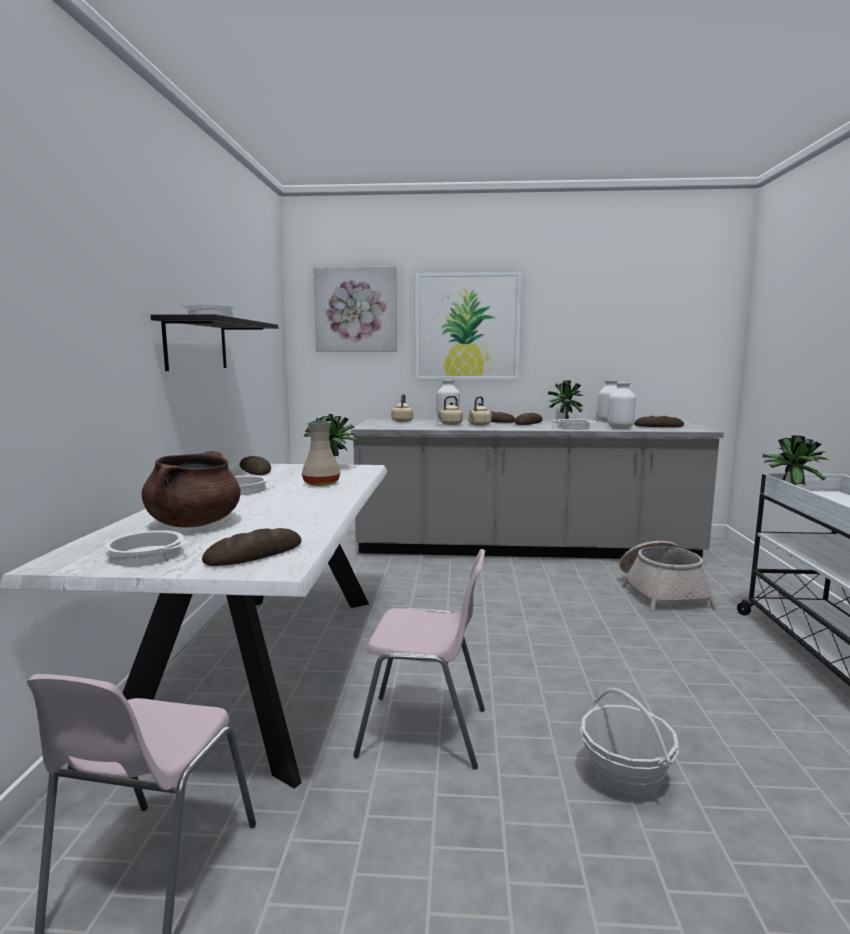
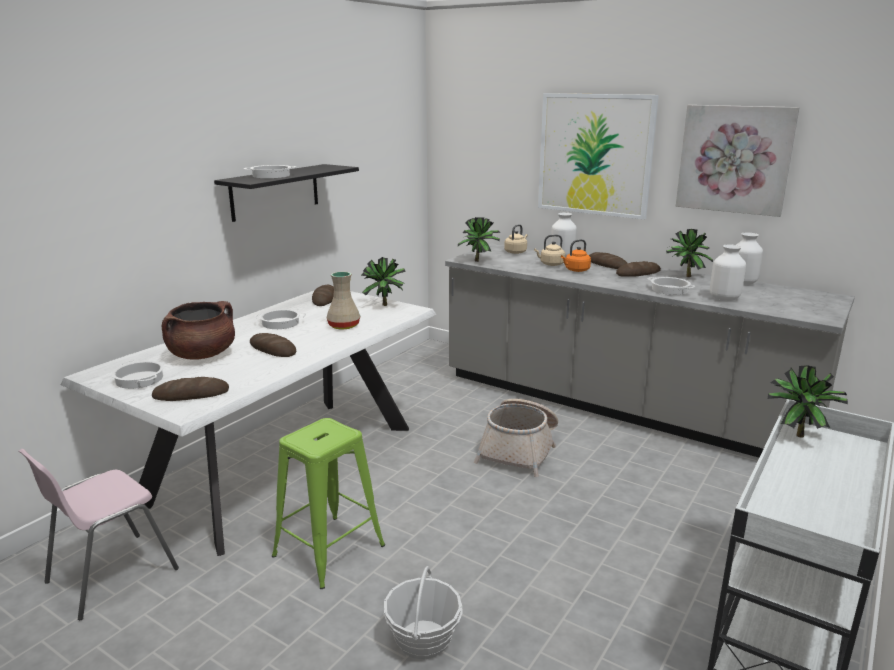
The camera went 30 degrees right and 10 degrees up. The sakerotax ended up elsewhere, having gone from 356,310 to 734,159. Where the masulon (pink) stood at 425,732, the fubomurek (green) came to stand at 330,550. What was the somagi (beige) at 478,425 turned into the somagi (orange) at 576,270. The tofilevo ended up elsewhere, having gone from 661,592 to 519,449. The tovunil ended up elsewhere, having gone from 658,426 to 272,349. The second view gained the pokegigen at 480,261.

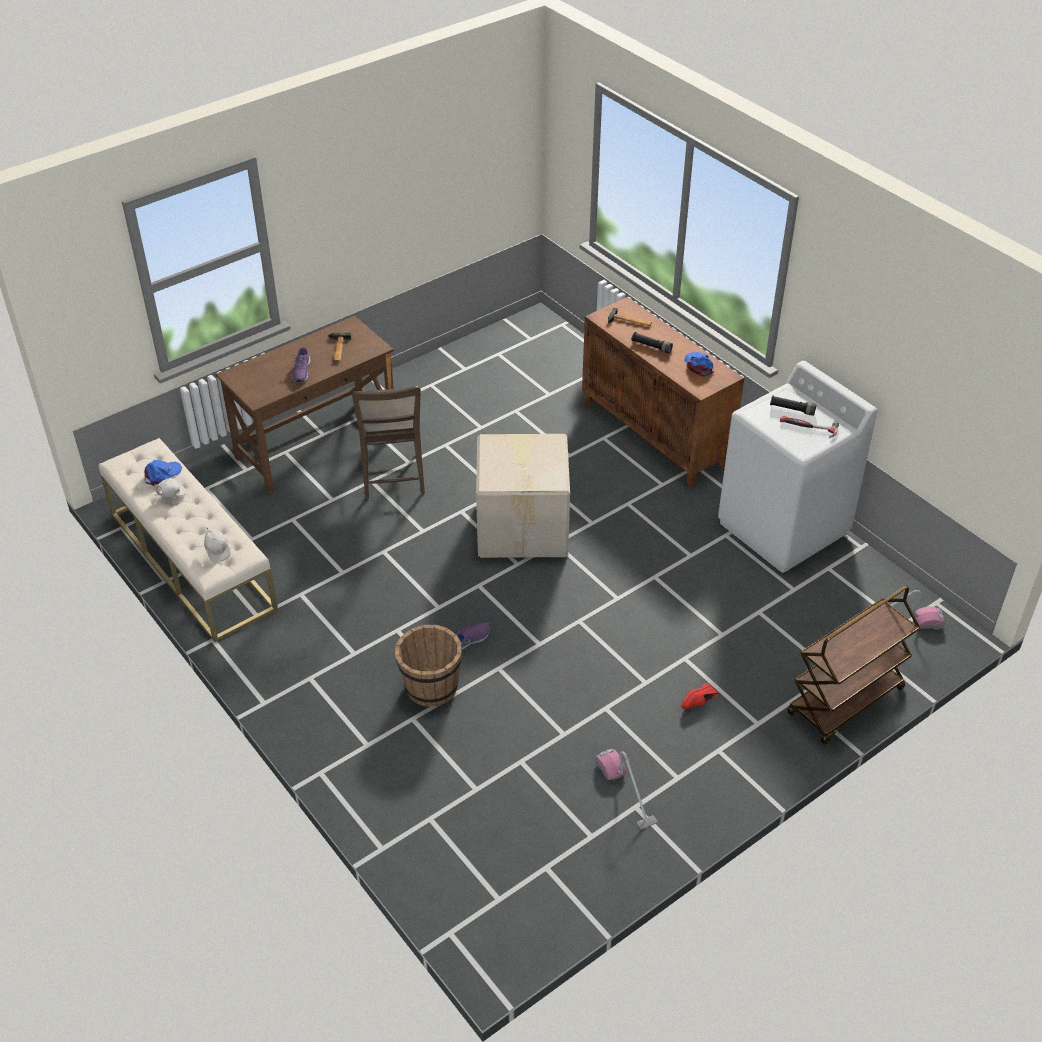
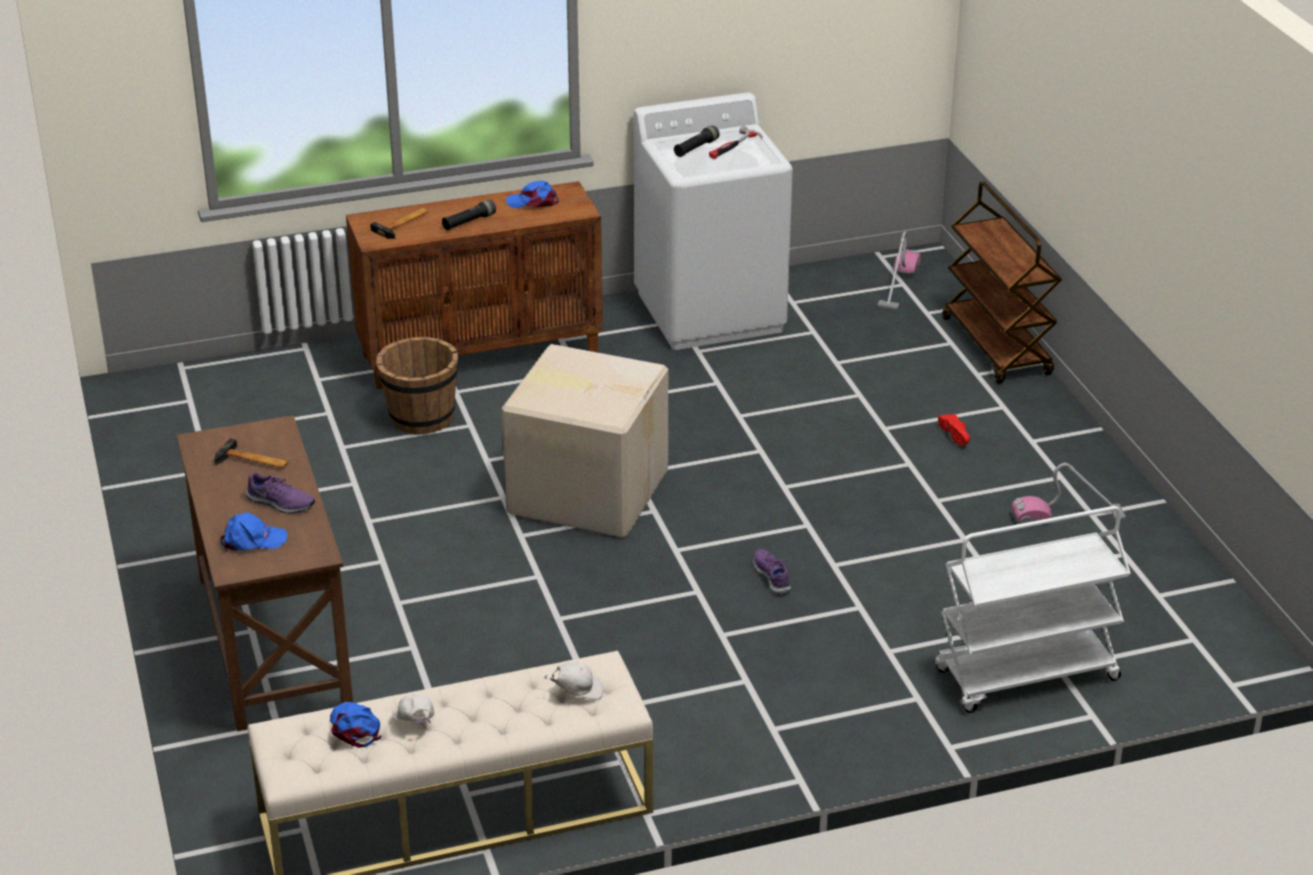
The camera went 70 degrees left and 10 degrees down. The second view lost the masulon (brown) at 393,478. The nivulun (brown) ended up elsewhere, having gone from 431,687 to 421,418. The second view gained the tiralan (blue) at 252,540. The second view gained the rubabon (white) at 1025,676.

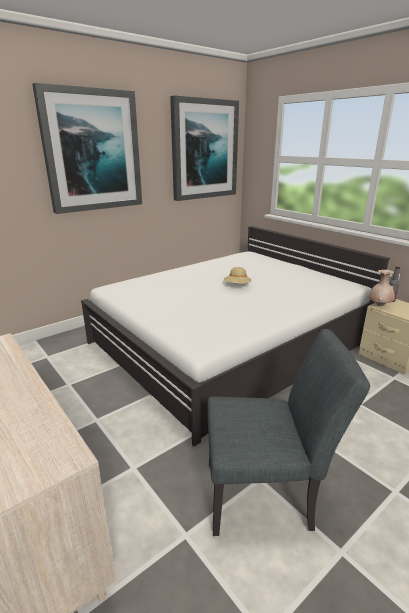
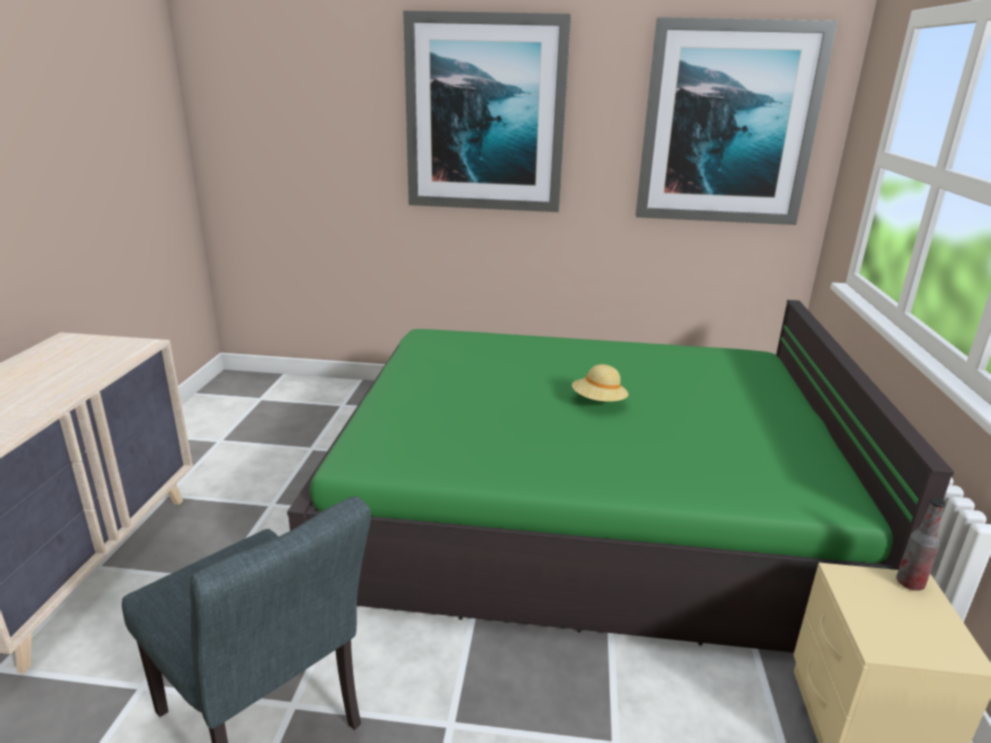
The camera went 45 degrees right and 0 degrees up. What was the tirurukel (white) at 231,342 turned into the tirurukel (green) at 582,506. The second view lost the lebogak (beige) at 379,305.

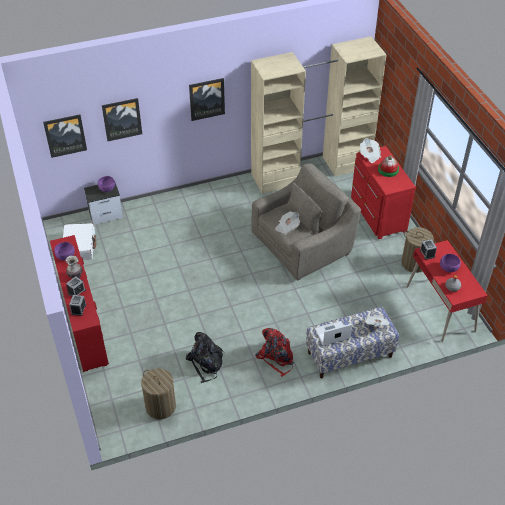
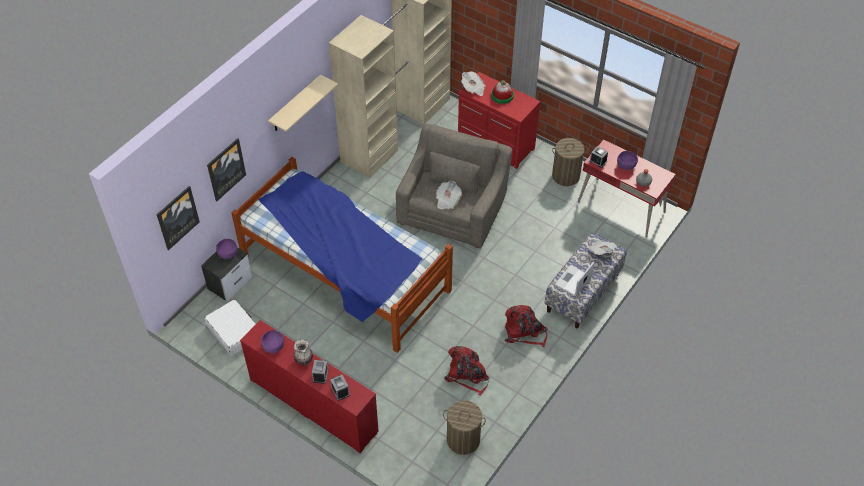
The camera went 35 degrees left and 5 degrees up. What was the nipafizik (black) at 206,363 turned into the nipafizik (red) at 467,375. Where the sakerotax hung at 206,99, the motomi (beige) came to hang at 295,104. The second view gained the tirurukel at 344,274.

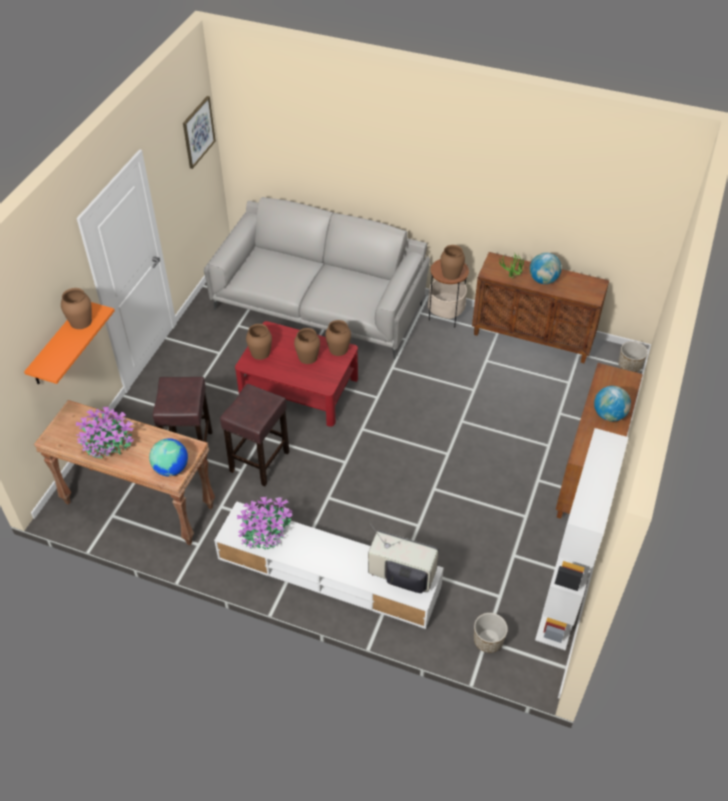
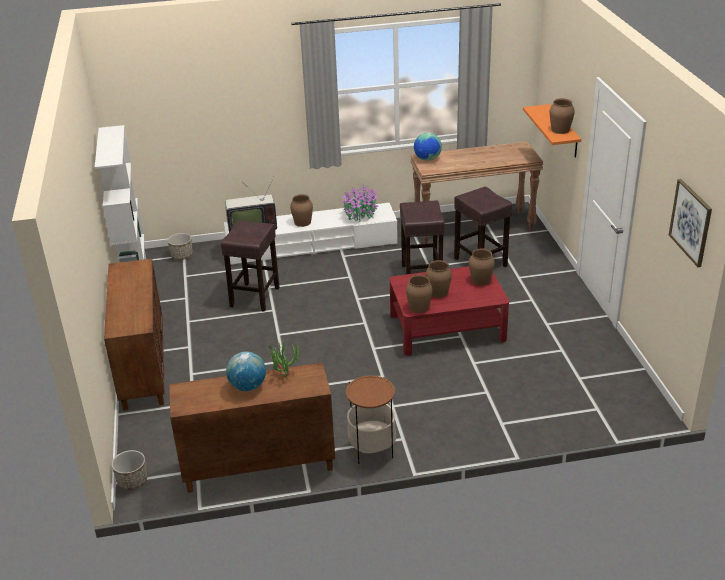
The camera went 150 degrees right and 15 degrees down. The second view lost the pokegigen at 108,444. The second view lost the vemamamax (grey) at 320,304. The lebogak (brown) ended up elsewhere, having gone from 451,274 to 302,222. The second view lost the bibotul at 609,415. The second view gained the fubomurek (brown) at 255,296.

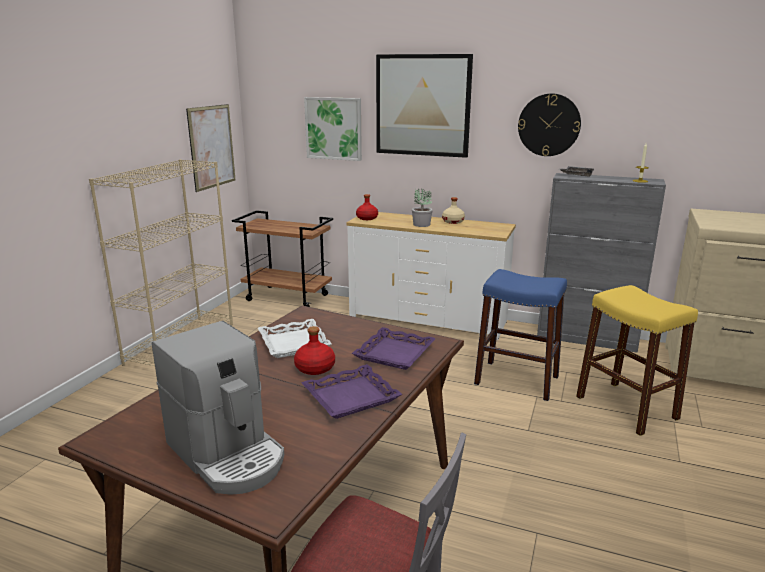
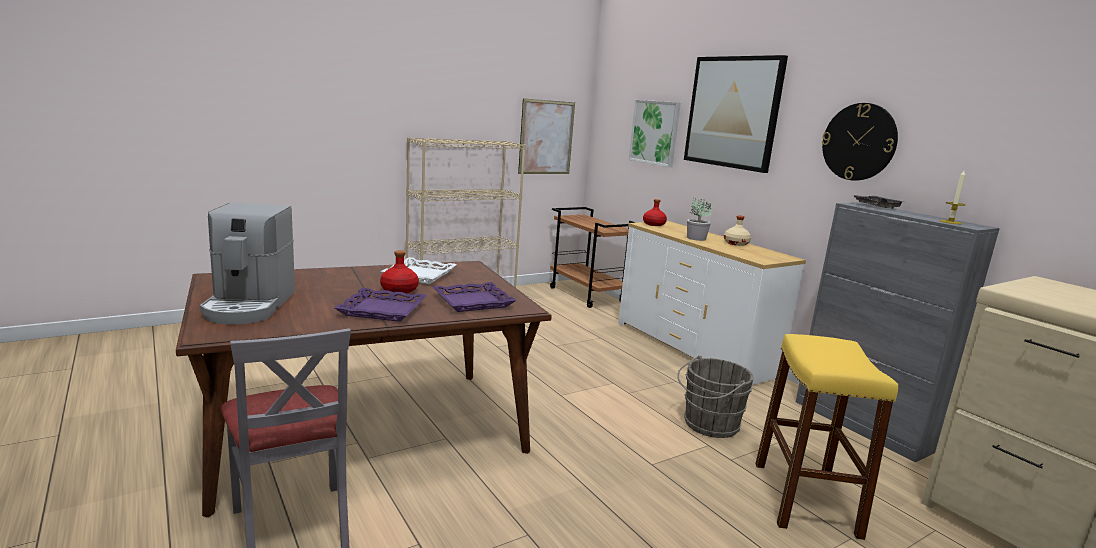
The camera went 35 degrees right and 5 degrees down. Where the fubomurek (blue) stood at 517,380, the nivulun (grey) came to stand at 708,425.

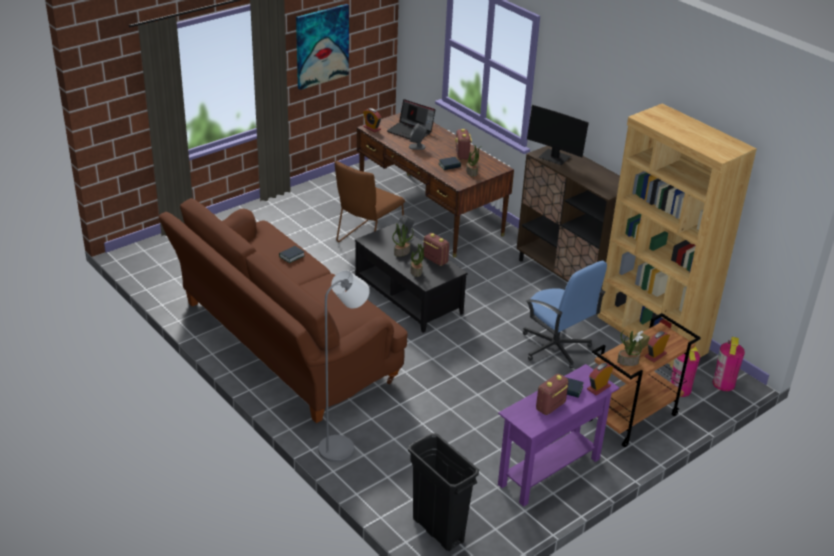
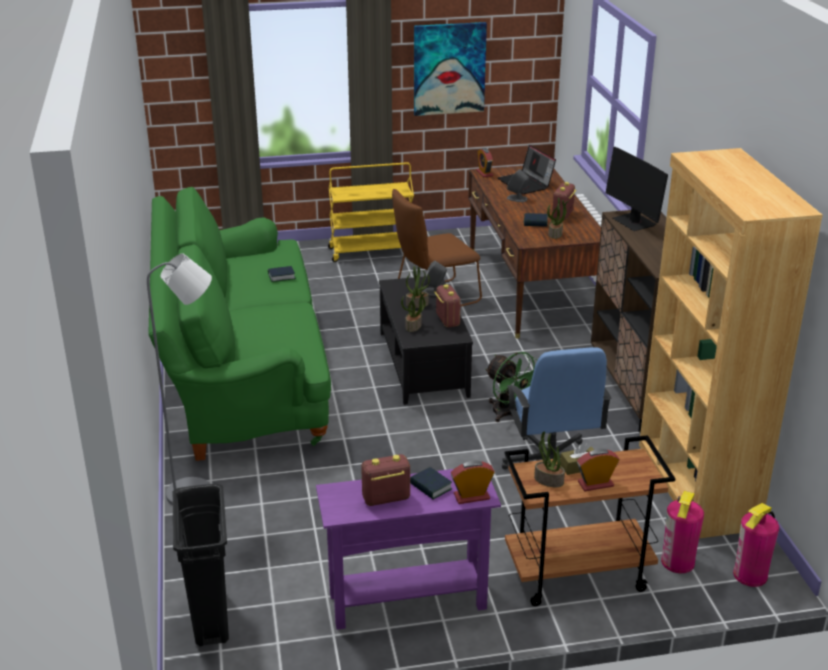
The camera went 30 degrees right and 5 degrees down. What was the vemamamax (brown) at 283,344 turned into the vemamamax (green) at 242,374. The second view gained the rubabon (yellow) at 371,251. The second view gained the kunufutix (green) at 508,414.

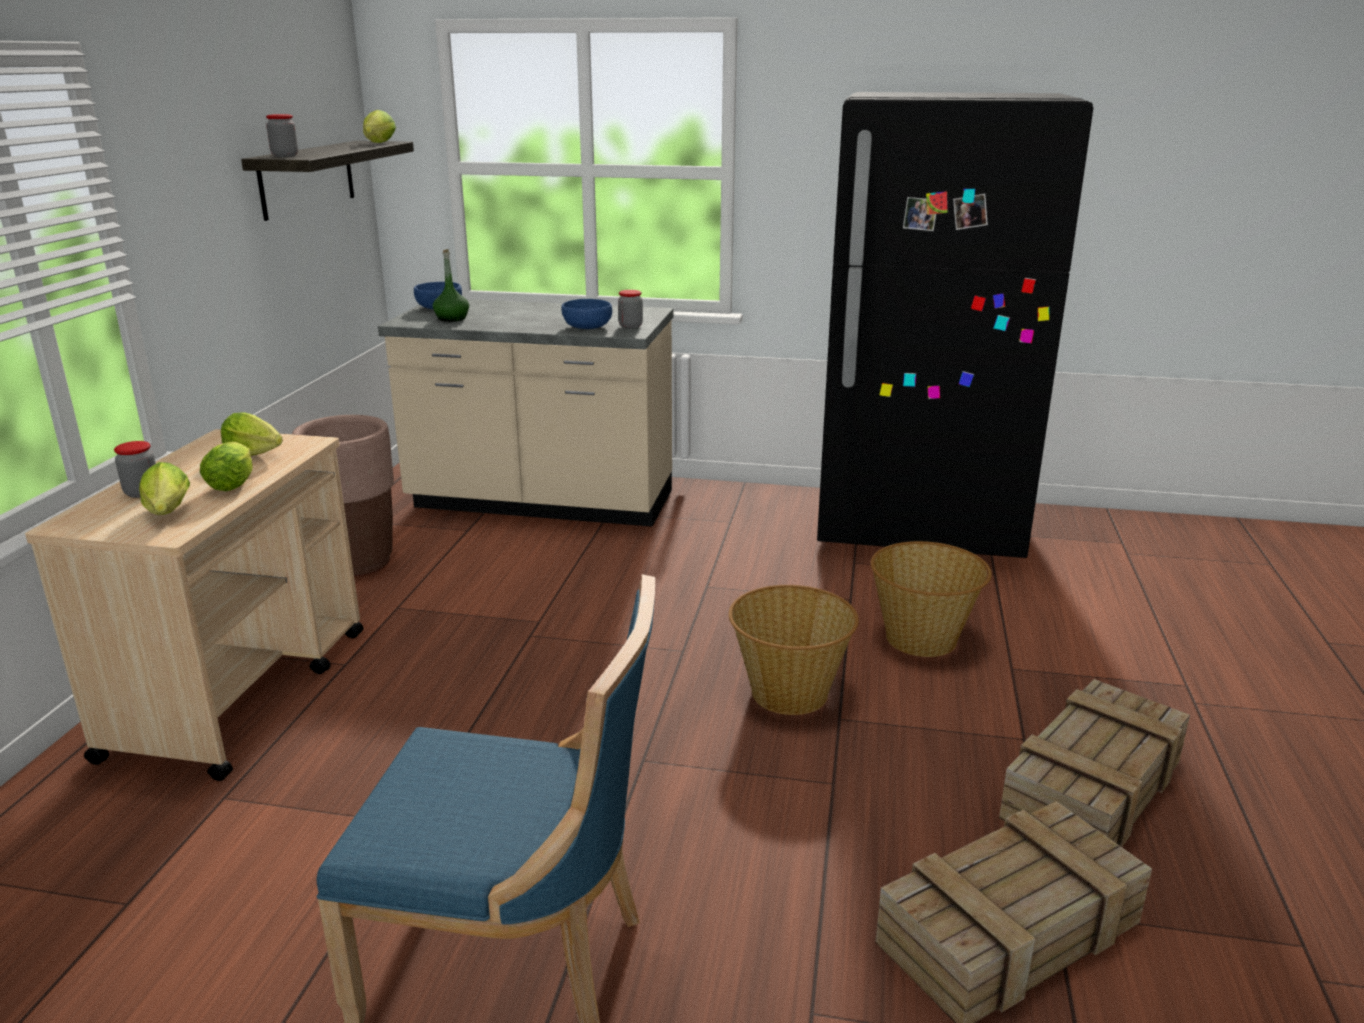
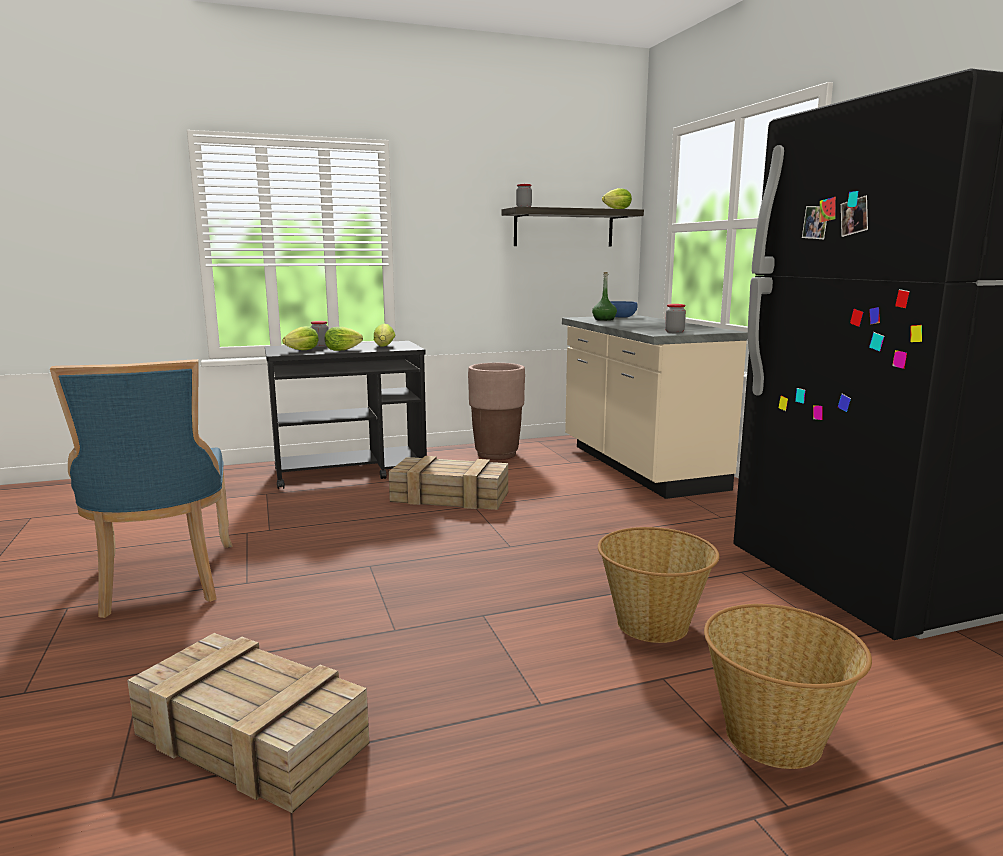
The camera went 60 degrees right and 10 degrees down. What was the rubabon (beige) at 241,691 turned into the rubabon (black) at 351,471. The second view lost the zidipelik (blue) at 586,327. The tofilevo ended up elsewhere, having gone from 789,692 to 774,736. The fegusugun ended up elsewhere, having gone from 1092,787 to 452,496.

